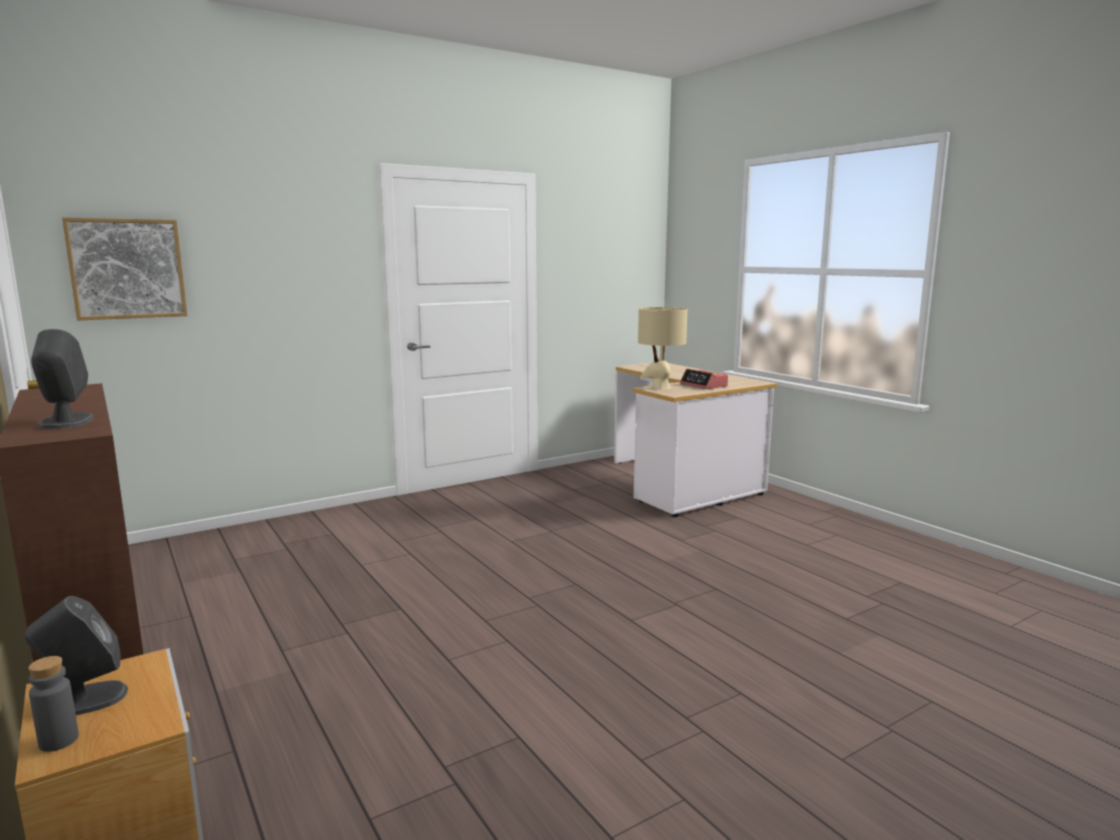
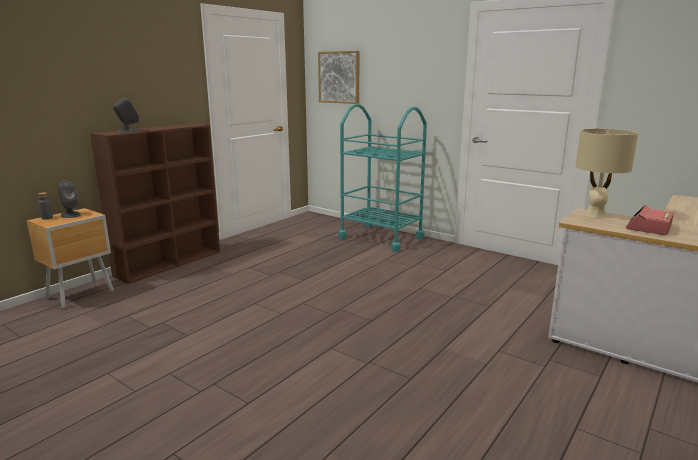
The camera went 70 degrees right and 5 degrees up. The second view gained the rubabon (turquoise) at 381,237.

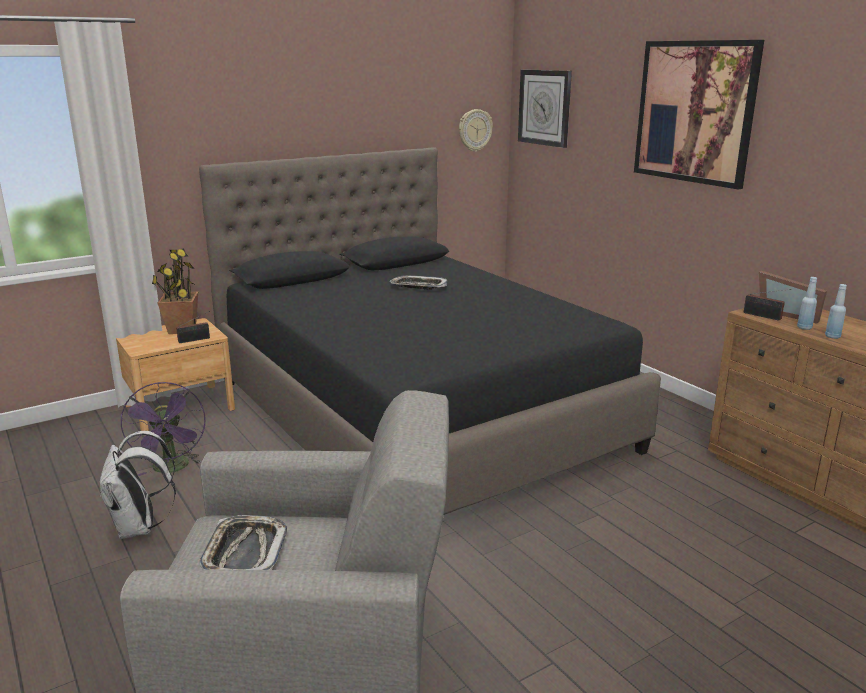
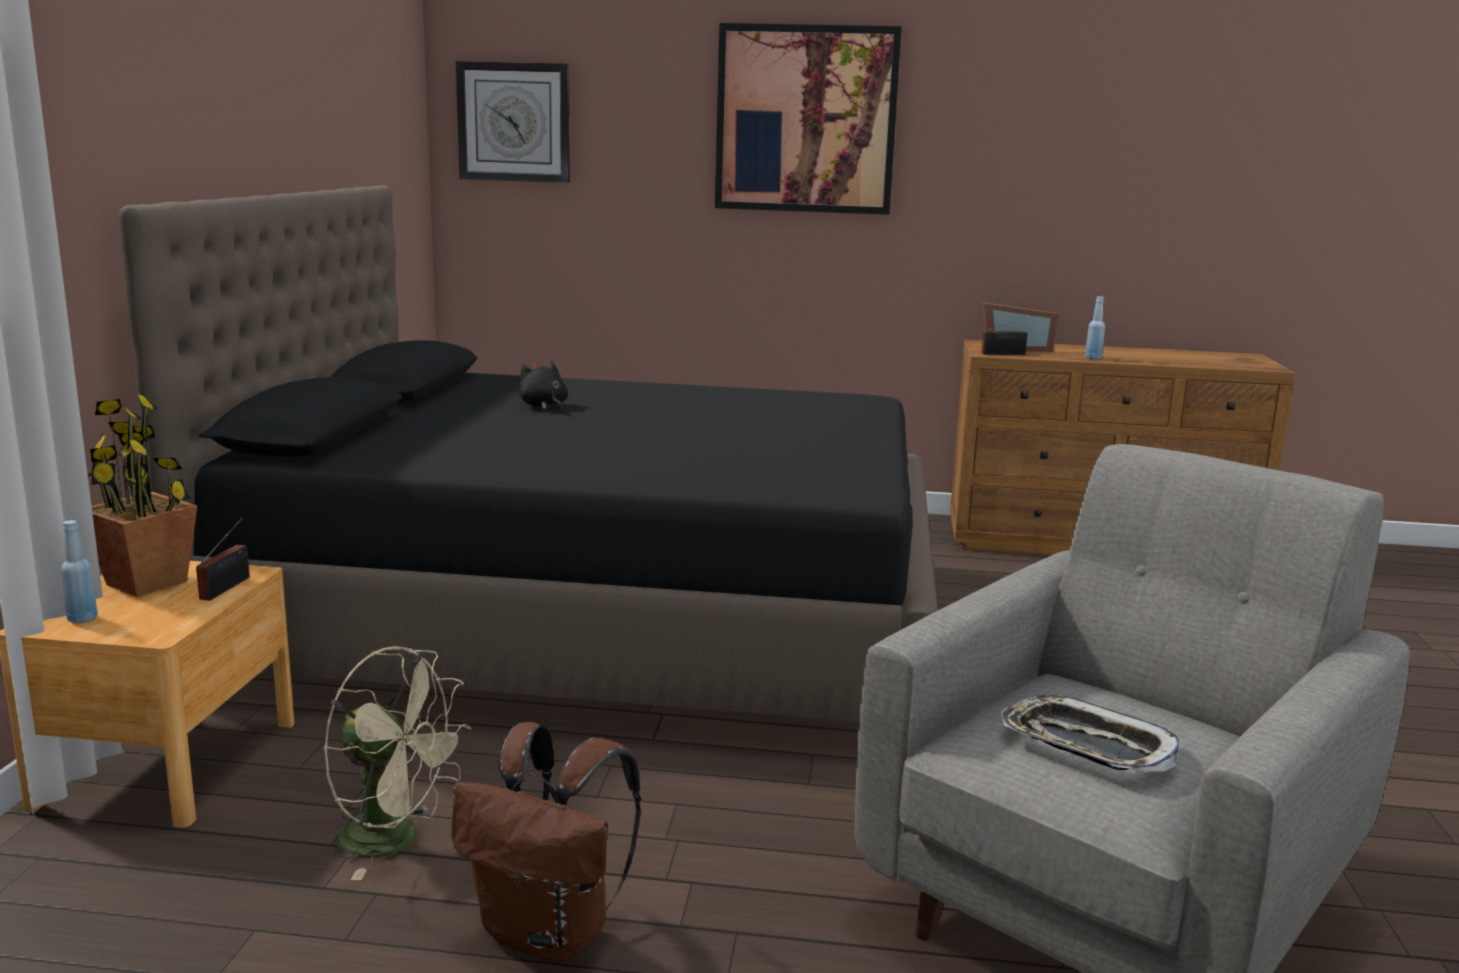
The camera went 50 degrees left and 5 degrees down. What was the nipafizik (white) at 140,528 turned into the nipafizik (brown) at 550,934. What was the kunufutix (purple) at 172,469 turned into the kunufutix (beige) at 395,841. Where the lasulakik stood at 418,286, the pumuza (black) came to stand at 544,406. The second view lost the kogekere at 474,130. The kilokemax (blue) ended up elsewhere, having gone from 804,328 to 82,619.

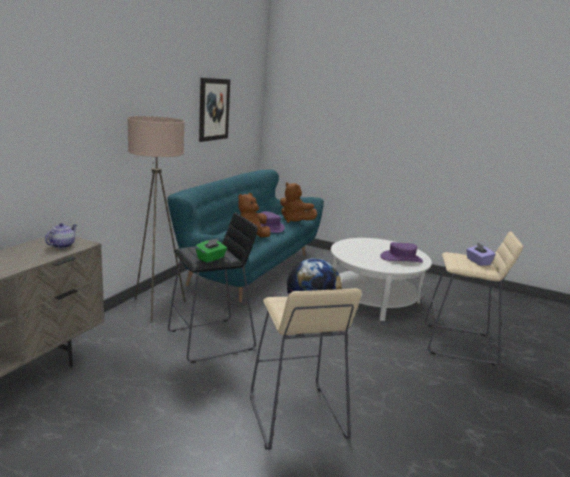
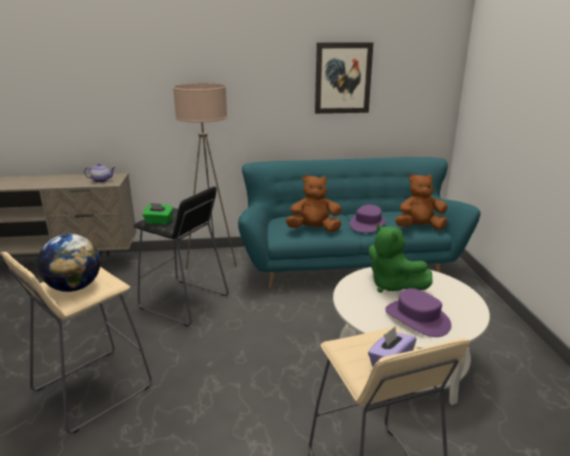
The camera went 60 degrees right and 5 degrees up. The pumuza (brown) at 294,220 ended up facing another way, 75 degrees clockwise from before. The second view gained the pumuza (green) at 392,285.

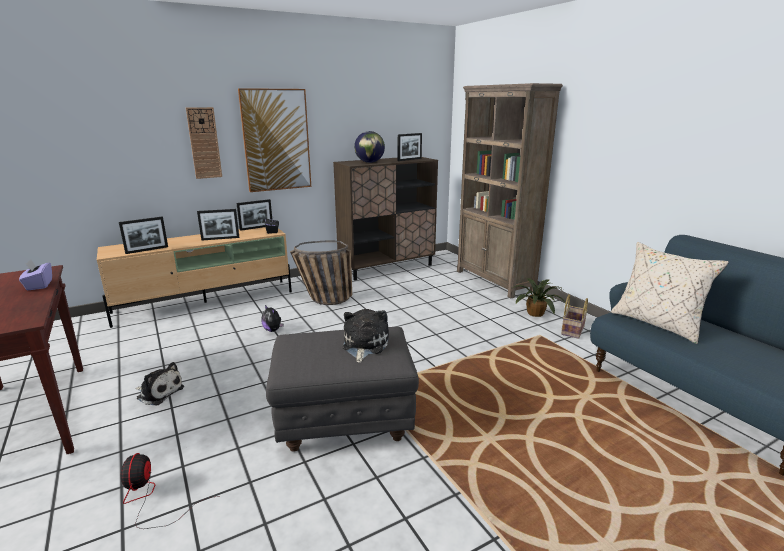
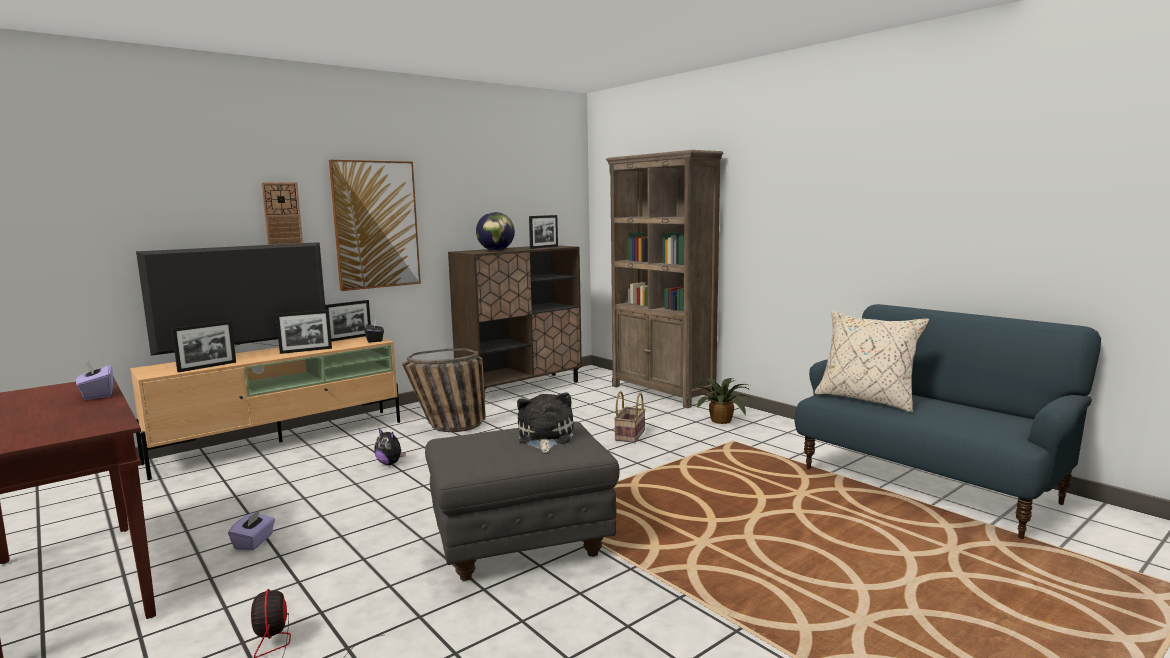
The camera went 10 degrees left and 10 degrees down. Where the pumuza stood at 159,392, the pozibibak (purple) came to stand at 254,542. The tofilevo ended up elsewhere, having gone from 572,330 to 629,435. The second view gained the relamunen at 246,355.

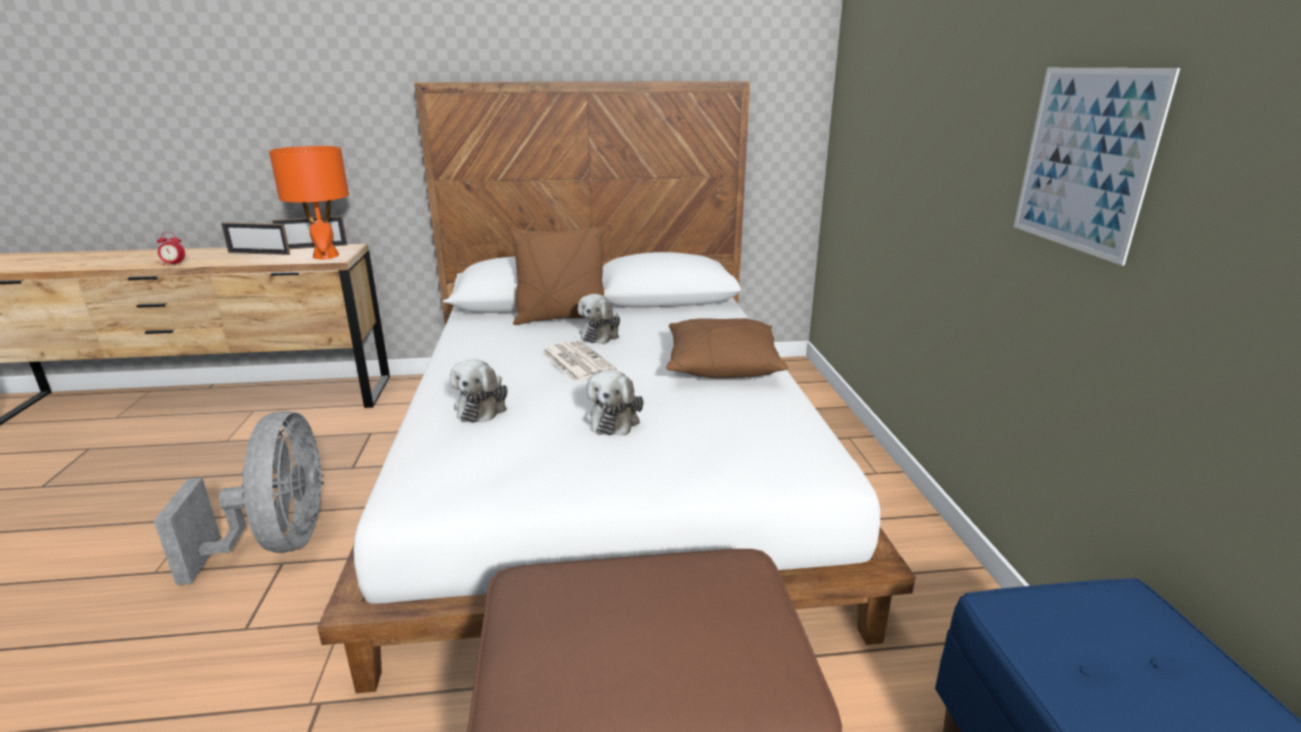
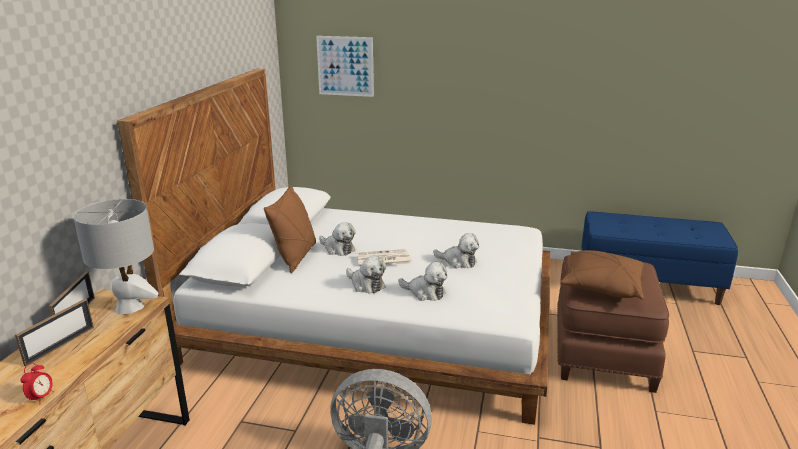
The camera went 70 degrees left and 0 degrees up. What was the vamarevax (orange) at 326,256 turned into the vamarevax (grey) at 130,307. The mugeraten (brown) ended up elsewhere, having gone from 721,365 to 601,286. The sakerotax ended up elsewhere, having gone from 1084,160 to 345,66. The second view gained the pumuza at 366,285.

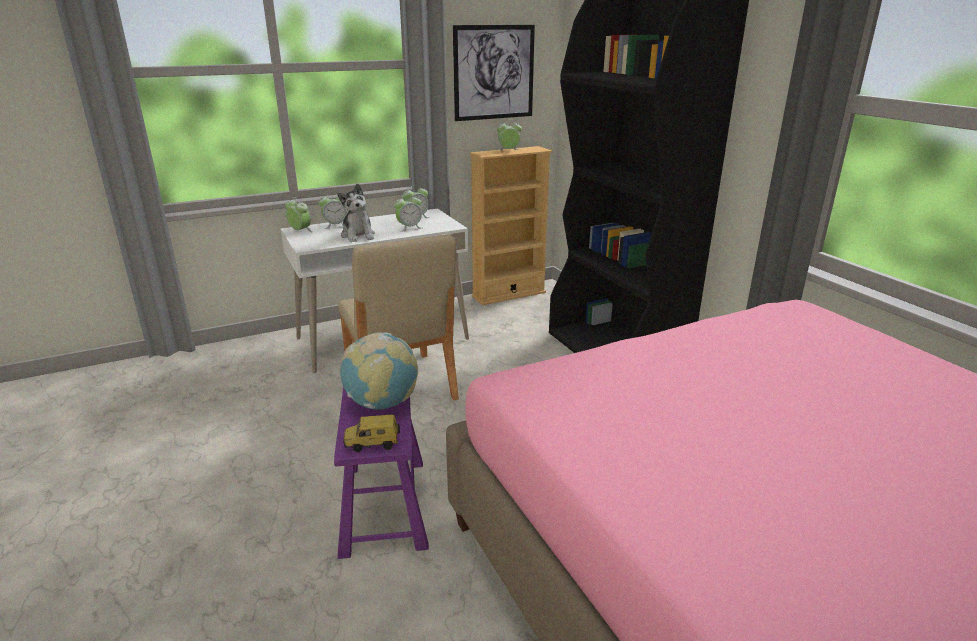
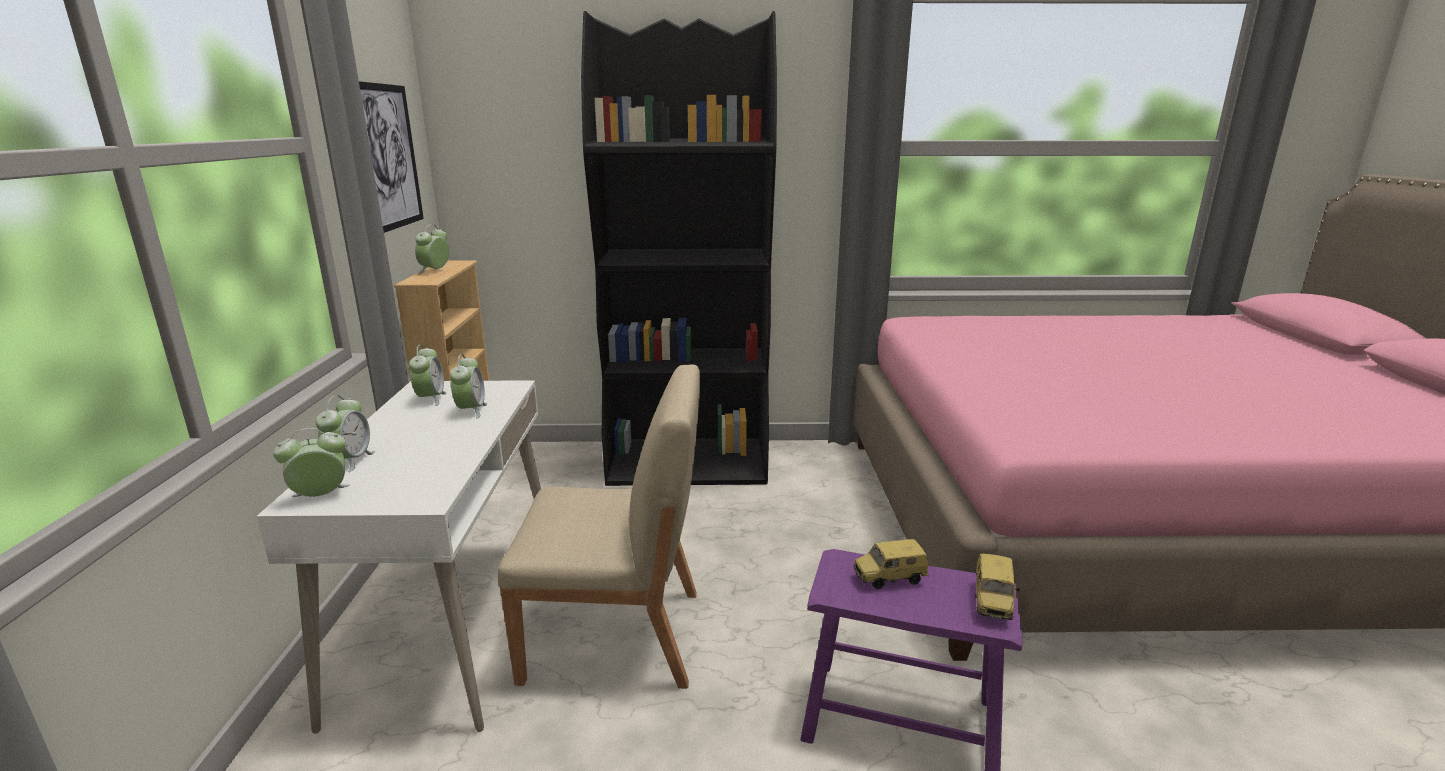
The camera went 65 degrees left and 5 degrees down. The second view lost the pumuza at 358,235. Where the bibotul stood at 381,403, the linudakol came to stand at 890,579.

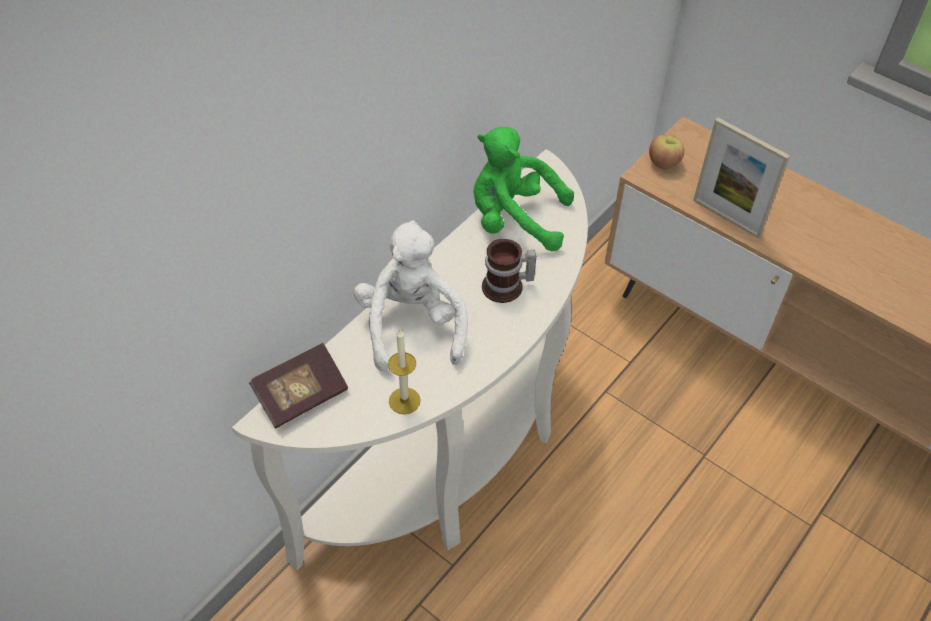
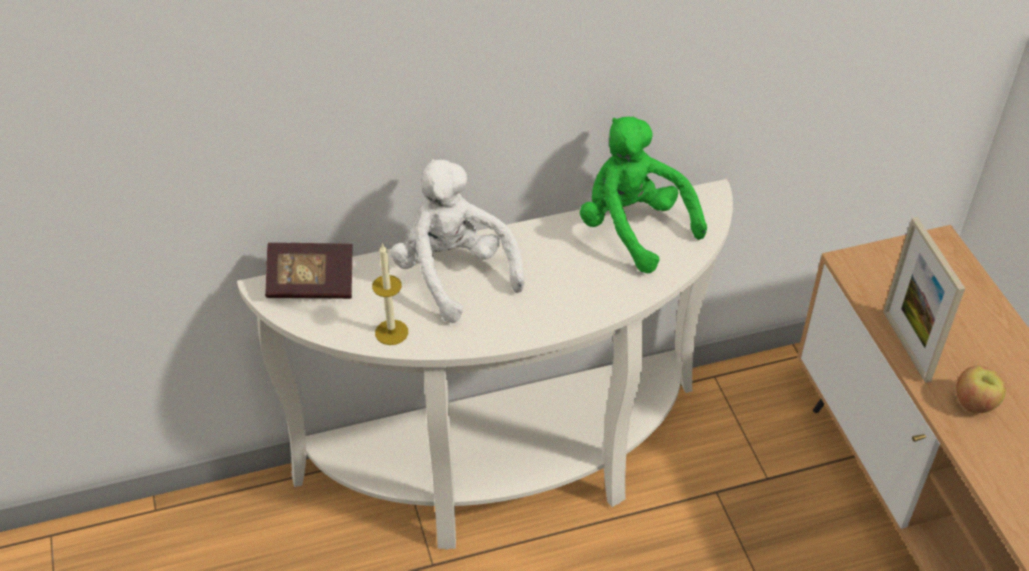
The camera went 35 degrees right and 5 degrees down. The pumuza (white) at 411,325 ended up facing another way, 60 degrees counterclockwise from before. The second view lost the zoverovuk at 507,288. The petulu ended up elsewhere, having gone from 664,163 to 974,403.

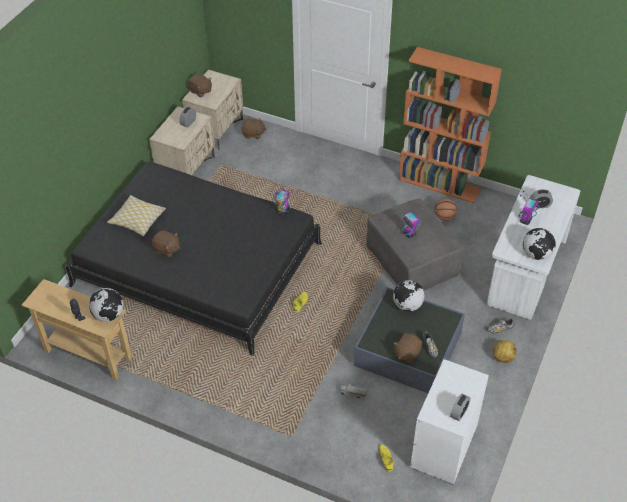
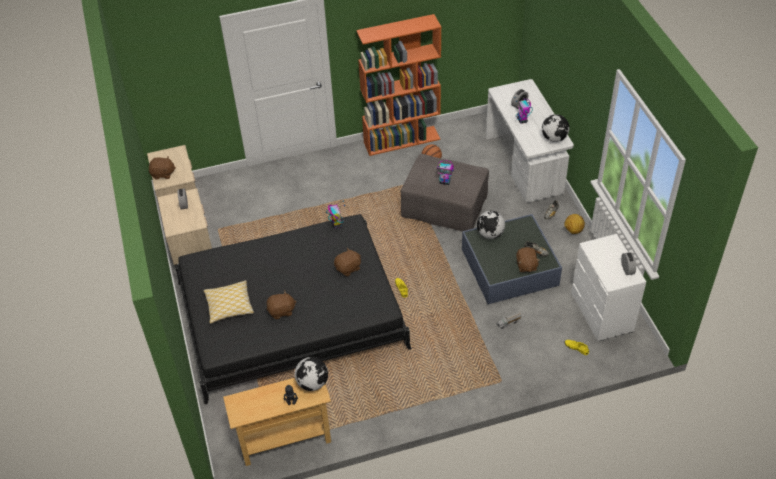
The camera went 40 degrees left and 0 degrees up. The pumuza (brown) ended up elsewhere, having gone from 253,134 to 348,268.

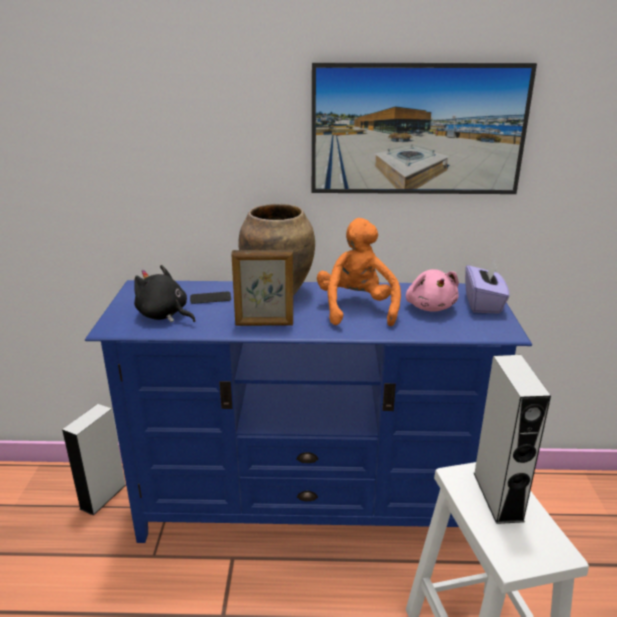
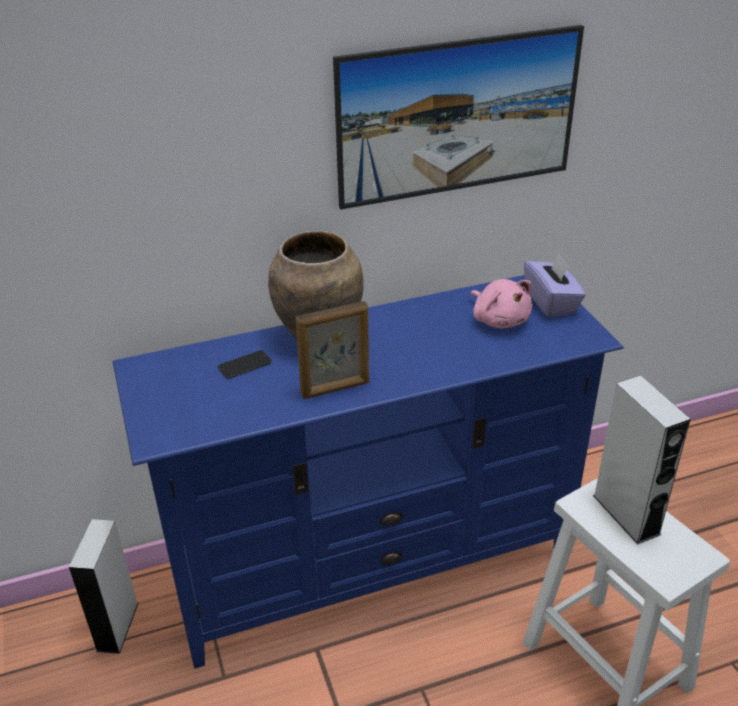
The camera went 20 degrees left and 10 degrees up. The second view lost the pumuza (black) at 164,315. The second view lost the pumuza (orange) at 357,308.

